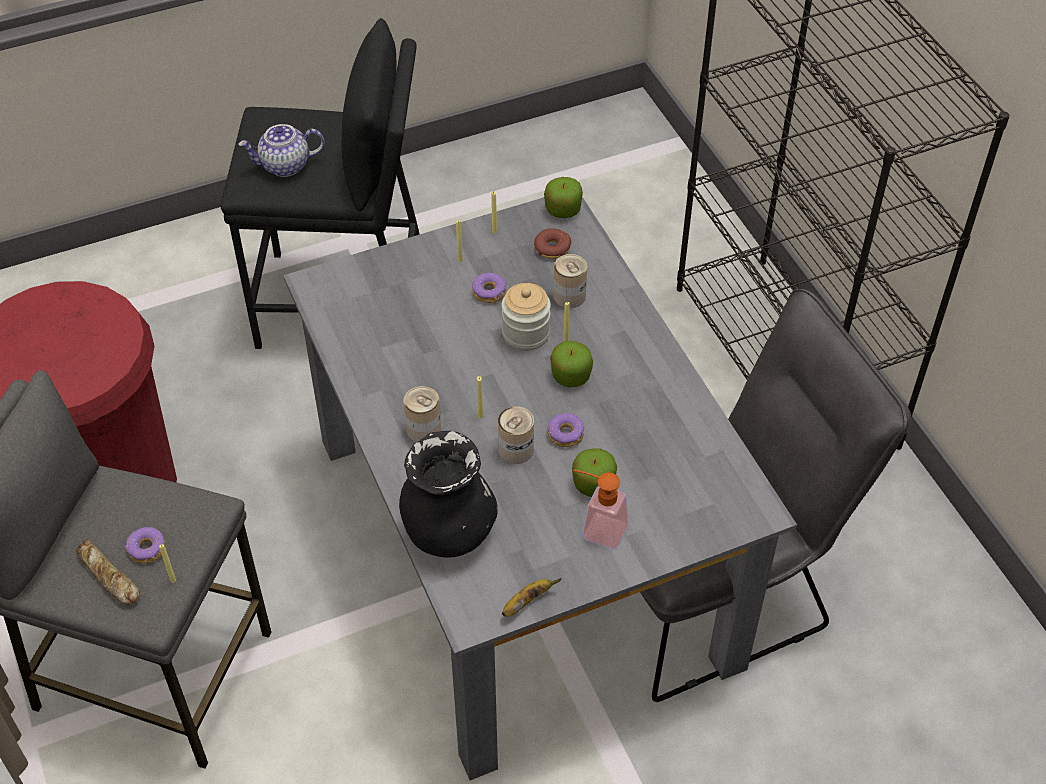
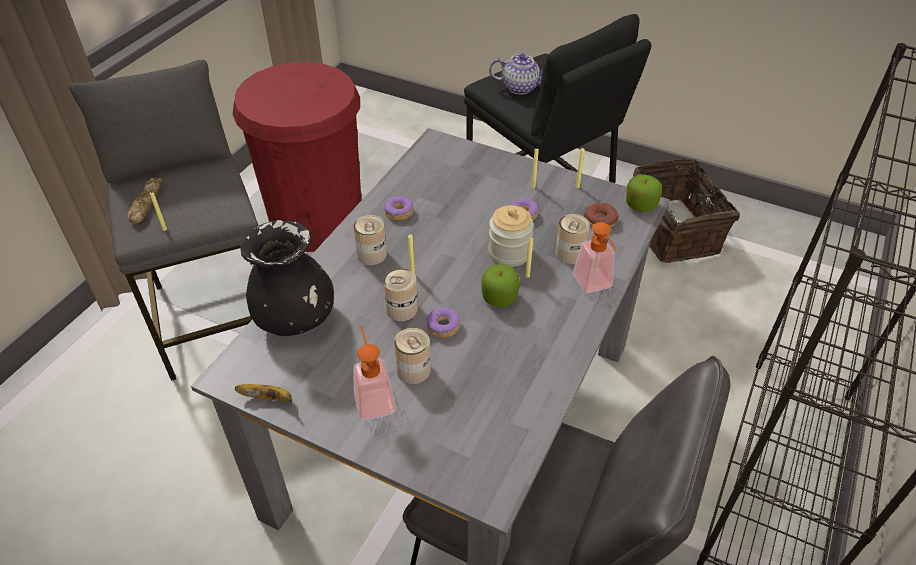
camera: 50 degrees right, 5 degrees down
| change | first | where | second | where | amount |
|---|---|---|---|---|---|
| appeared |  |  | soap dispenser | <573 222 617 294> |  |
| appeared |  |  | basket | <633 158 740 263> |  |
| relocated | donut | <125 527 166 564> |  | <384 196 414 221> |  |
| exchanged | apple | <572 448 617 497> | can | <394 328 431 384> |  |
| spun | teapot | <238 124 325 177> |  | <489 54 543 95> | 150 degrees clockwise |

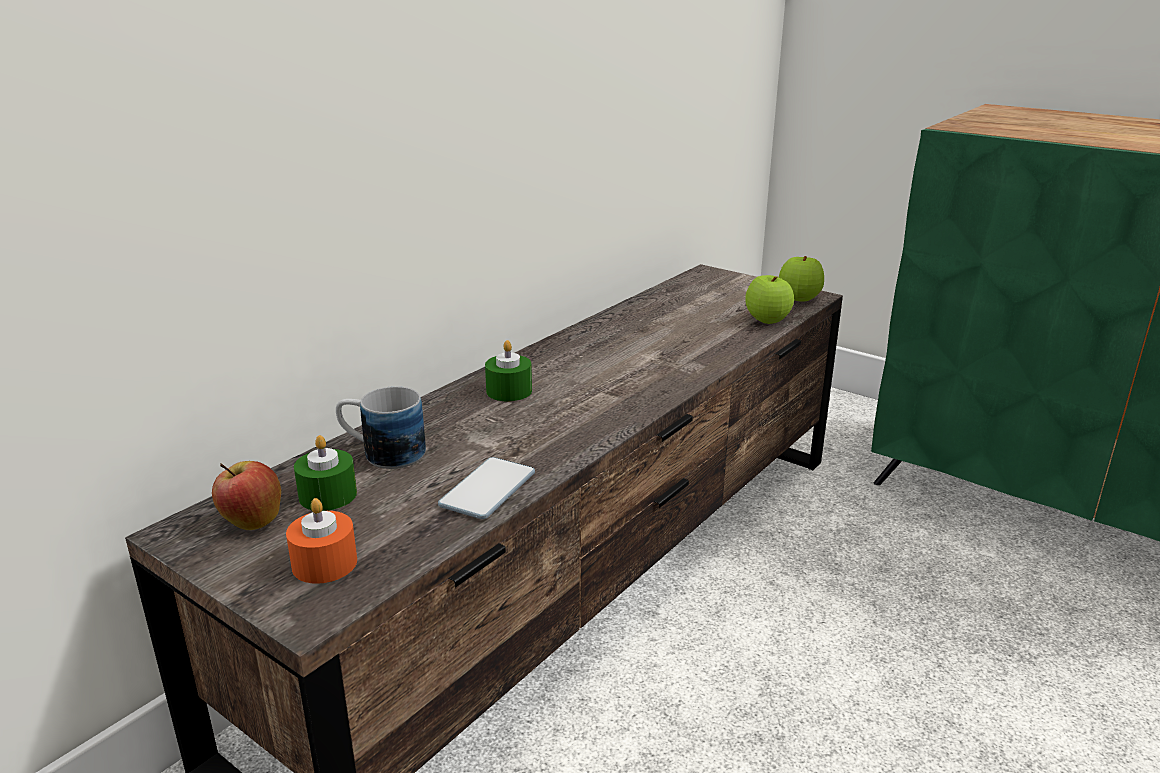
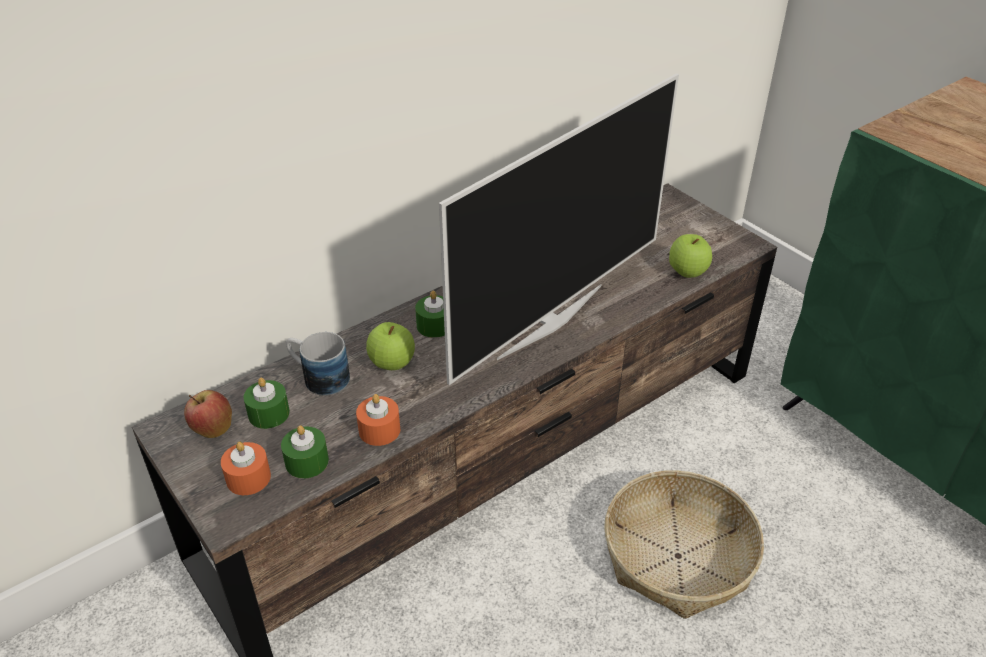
camera: 15 degrees right, 15 degrees up
| change | first | where | second | where | amount |
|---|---|---|---|---|---|
| appeared |  |  | green candle | <281 425 329 479> |  |
| appeared |  |  | television | <439 73 679 385> |  |
| appeared |  |  | basket | <604 470 764 619> |  |
| relocated | apple | <779 256 824 302> |  | <366 322 415 370> |  |
| exchanged | phone | <438 457 535 519> | orange candle | <356 394 400 446> |  |

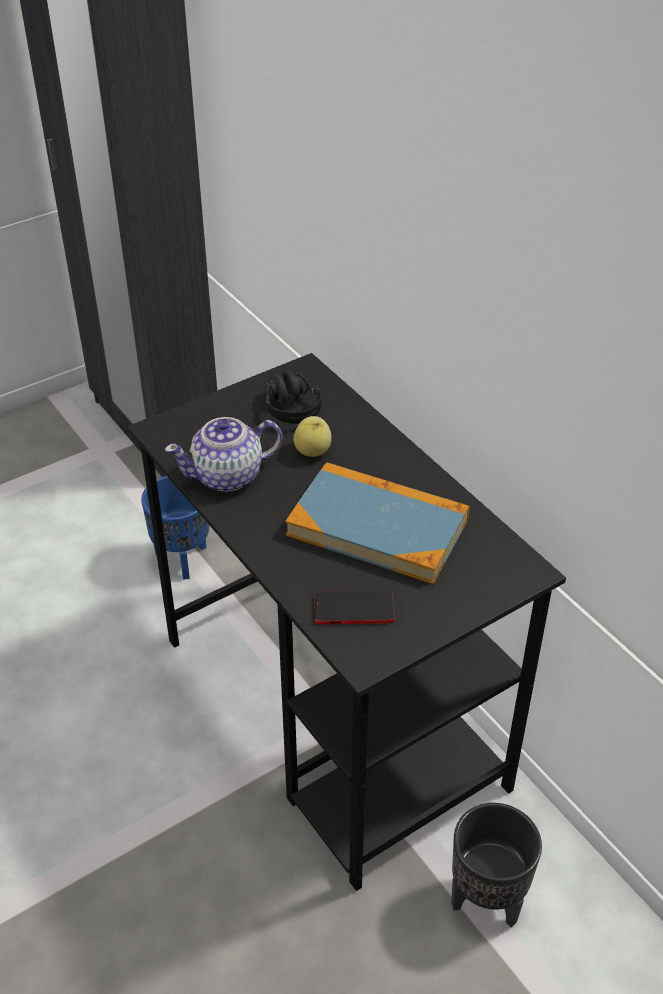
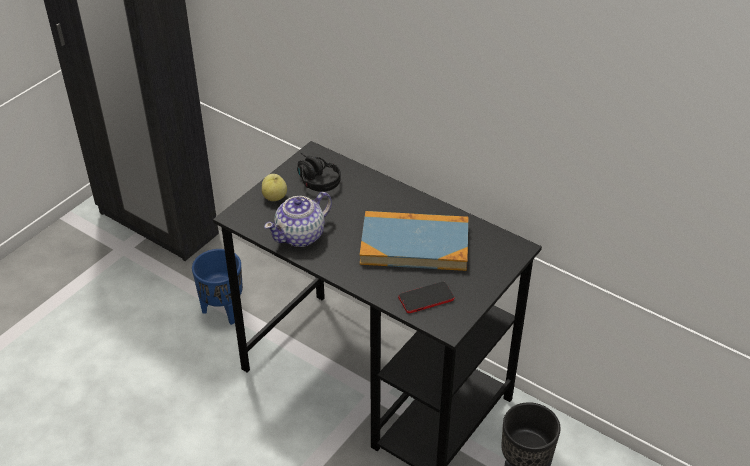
camera: 20 degrees left, 0 degrees up
| change | first | where | second | where | amount |
|---|---|---|---|---|---|
| relocated | apple | <293 416 332 457> |  | <262 174 287 201> |  |

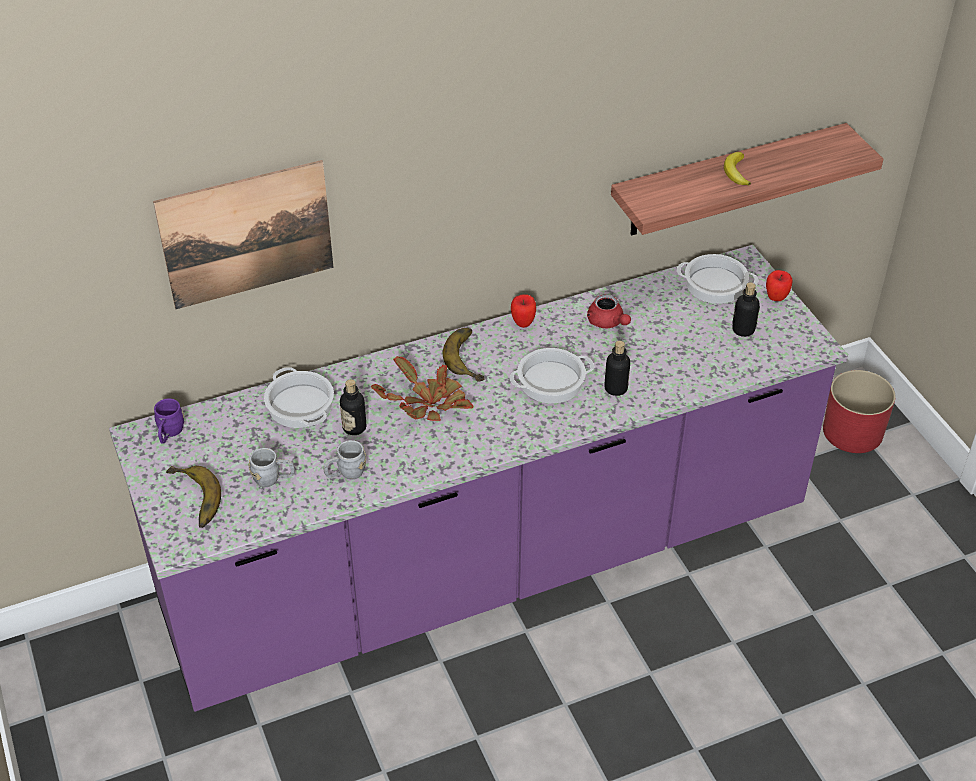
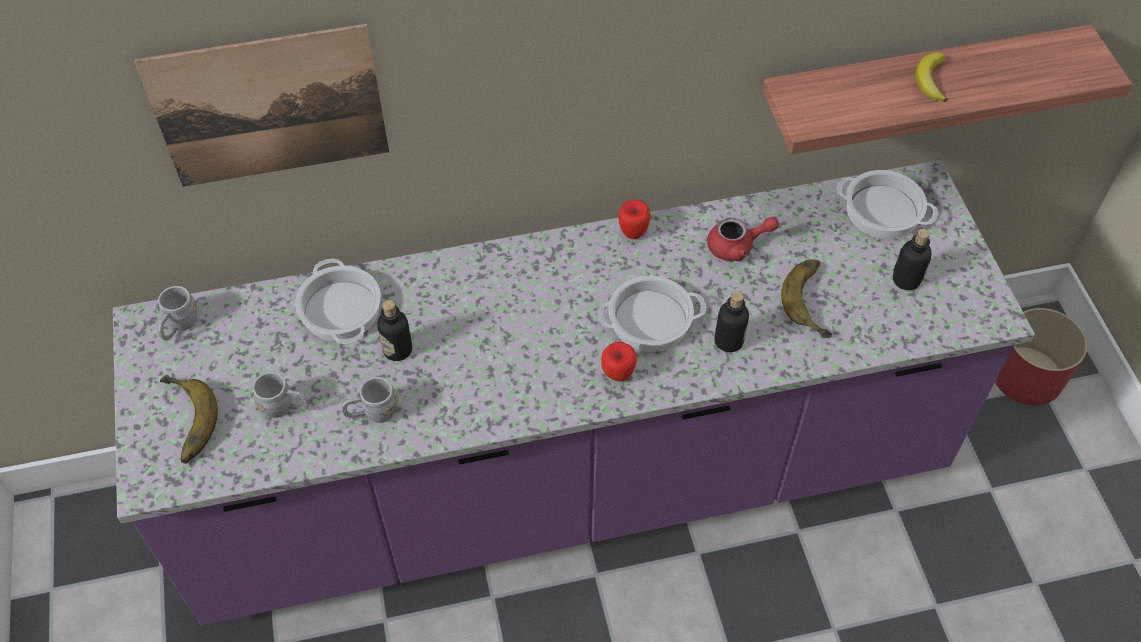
camera: 10 degrees right, 10 degrees up
| change | first | where | second | where | amount |
|---|---|---|---|---|---|
| missing | potted plant | <371 356 473 421> |  |  |  |
| relocated | banana | <443 328 484 382> |  | <781 259 832 338> |  |
| relocated | apple | <766 270 793 301> |  | <601 342 637 381> |  |
| colour | purple mug | <154 399 184 444> | grey mug | <158 286 197 341> |  |
| spun | red teapot | <587 294 631 328> |  | <707 217 779 261> | 75 degrees counterclockwise |

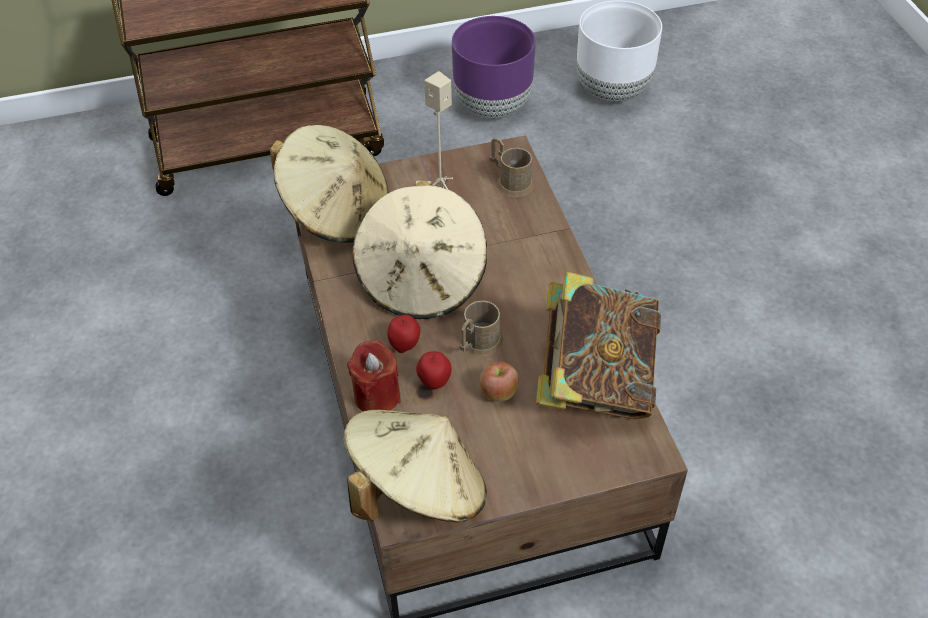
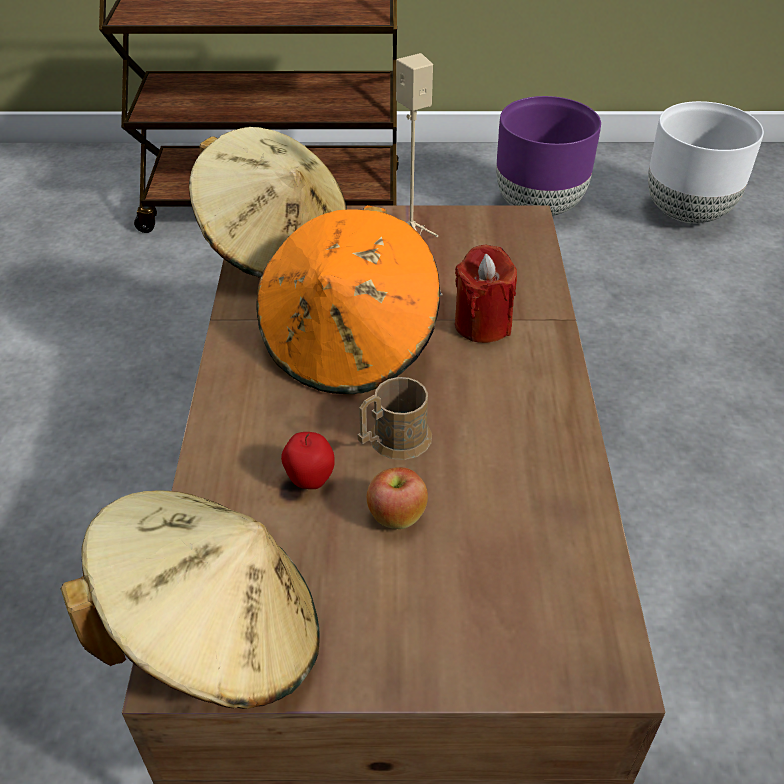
camera: 15 degrees right, 5 degrees down
| change | first | where | second | where | amount |
|---|---|---|---|---|---|
| missing | apple | <387 315 420 353> |  |  |  |
| missing | brown mug | <490 138 534 197> |  |  |  |
| missing | book | <536 272 661 419> |  |  |  |
| relocated | red candle | <347 340 401 411> |  | <455 244 517 343> |  |
| colour | beige hat | <352 180 487 319> | orange hat | <256 205 440 394> |  |

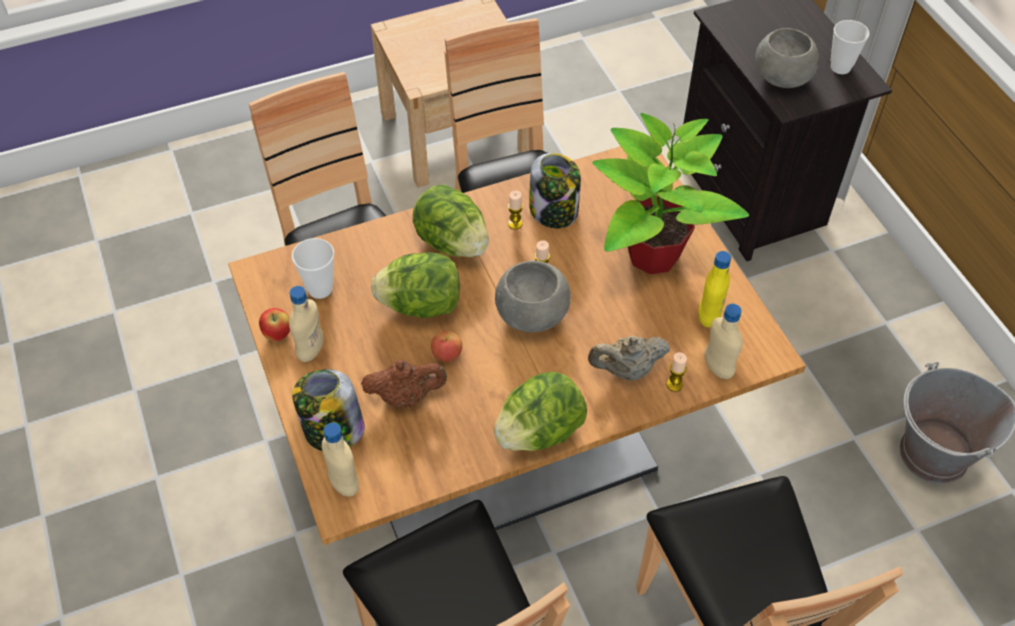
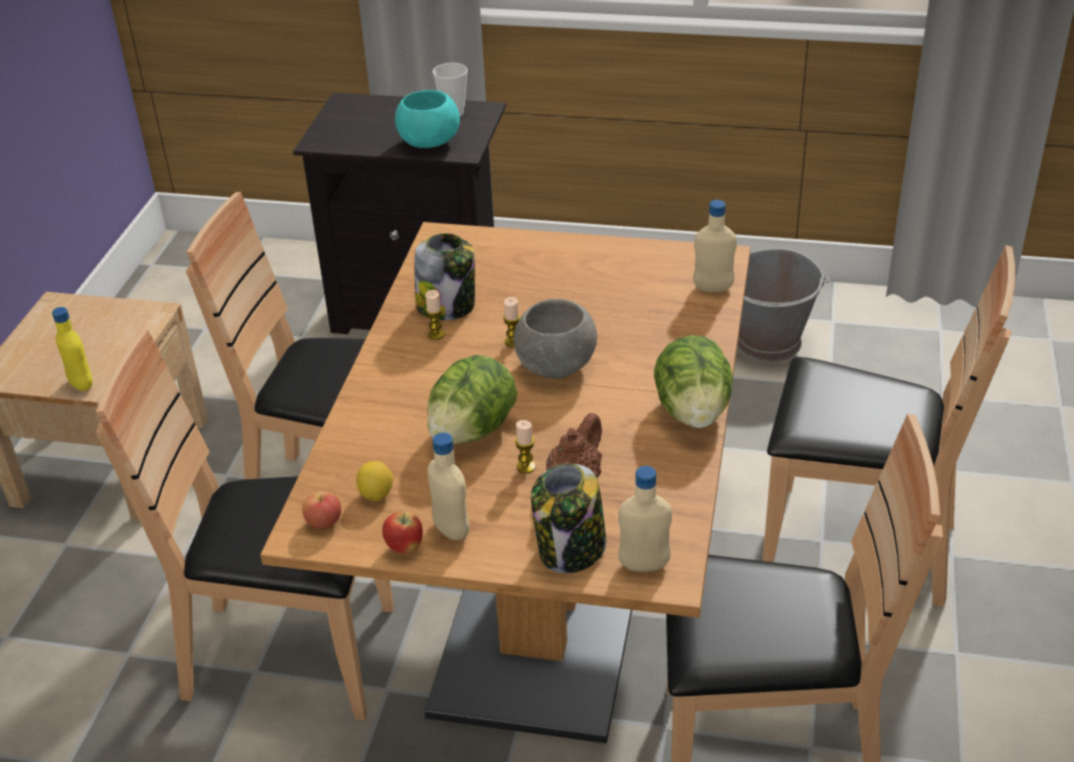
camera: 55 degrees left, 15 degrees down
| change | first | where | second | where | amount |
|---|---|---|---|---|---|
| missing | lettuce | <413 184 489 257> |  |  |  |
| missing | beige teapot | <588 335 670 381> |  |  |  |
| missing | potted plant | <592 113 749 274> |  |  |  |
| relocated | apple | <431 331 462 362> |  | <302 491 341 529> |  |
| relocated | candle | <667 352 687 392> |  | <515 420 536 474> |  |
| relocated | yellow bottle | <698 251 731 327> |  | <52 307 93 391> |  |
| exchanged | cup | <292 238 334 299> | lemon | <356 461 393 501> |  |
| colour | grey bowl | <755 28 819 88> | turquoise bowl | <395 90 460 148> |  |

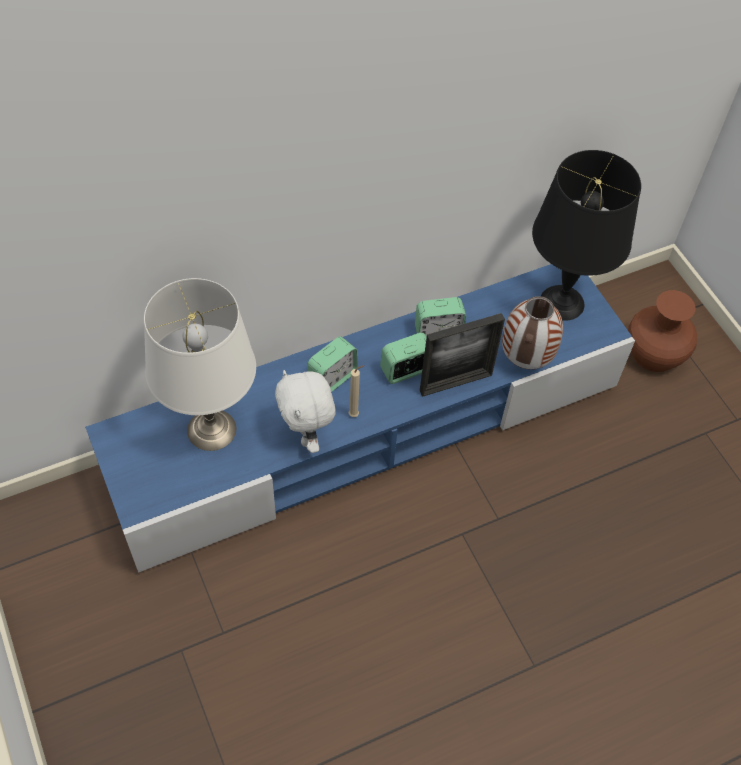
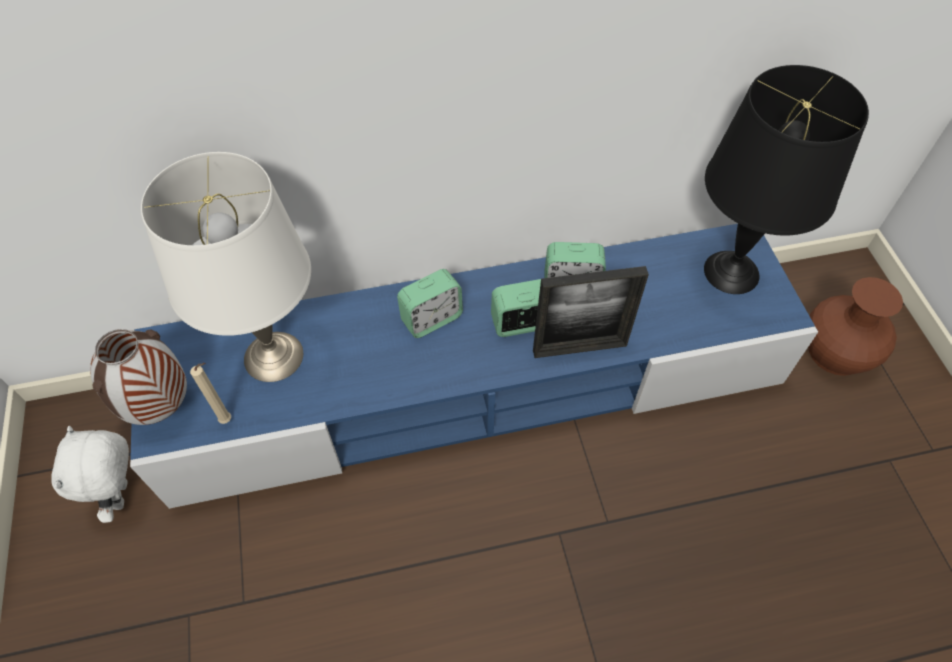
camera: 15 degrees right, 0 degrees up
| change | first | where | second | where | amount |
|---|---|---|---|---|---|
| relocated | white plush toy | <275 370 336 453> |  | <51 426 129 523> |  |
| relocated | beige candle | <349 365 365 417> |  | <190 363 231 424> |  |
| relocated | vase | <502 296 563 369> |  | <90 329 187 425> |  |

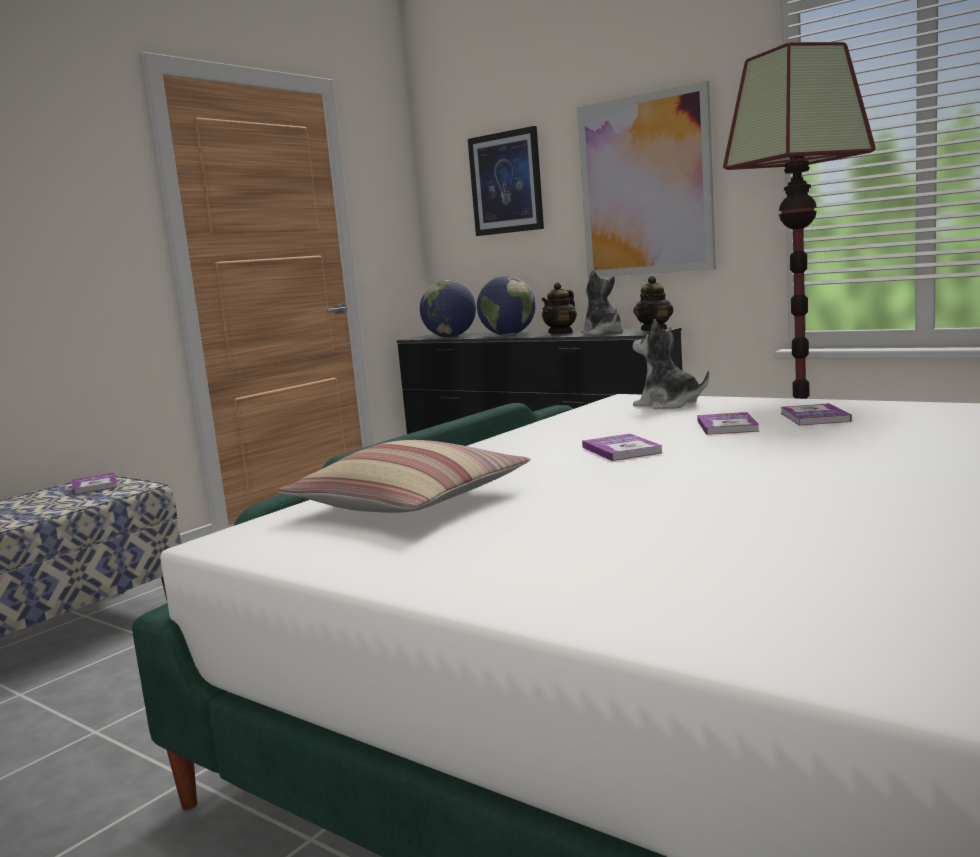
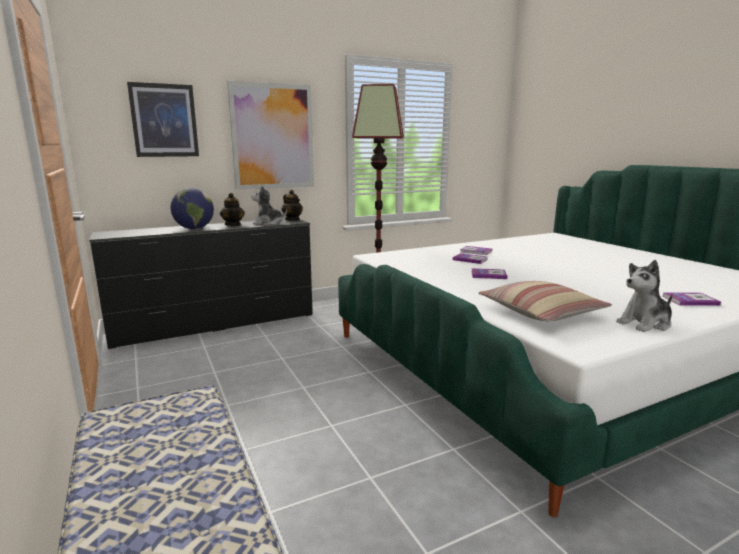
camera: 65 degrees left, 5 degrees up
| change | first | where | second | where | amount |
|---|---|---|---|---|---|
| missing | globe | <420 280 476 337> |  |  |  |
| relocated | book | <72 472 118 495> |  | <662 292 721 306> |  |
| relocated | plush toy | <633 319 709 409> |  | <616 260 673 332> |  |

